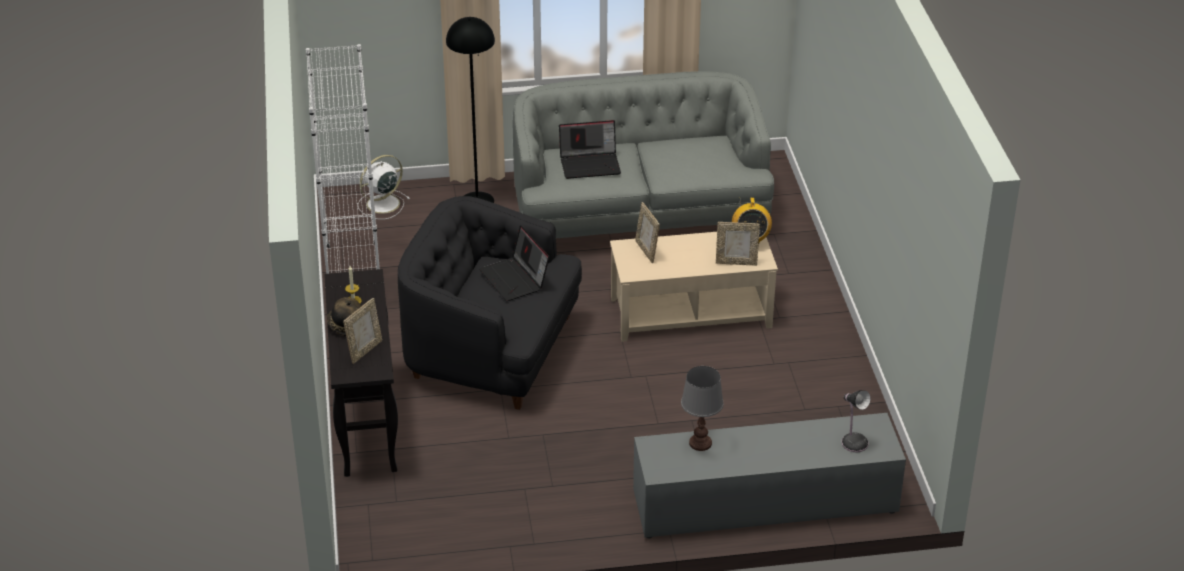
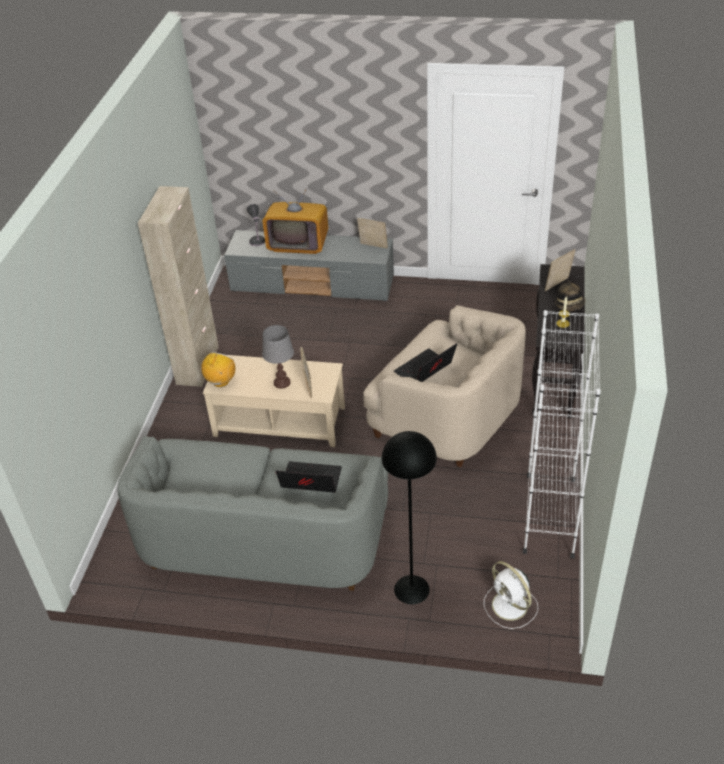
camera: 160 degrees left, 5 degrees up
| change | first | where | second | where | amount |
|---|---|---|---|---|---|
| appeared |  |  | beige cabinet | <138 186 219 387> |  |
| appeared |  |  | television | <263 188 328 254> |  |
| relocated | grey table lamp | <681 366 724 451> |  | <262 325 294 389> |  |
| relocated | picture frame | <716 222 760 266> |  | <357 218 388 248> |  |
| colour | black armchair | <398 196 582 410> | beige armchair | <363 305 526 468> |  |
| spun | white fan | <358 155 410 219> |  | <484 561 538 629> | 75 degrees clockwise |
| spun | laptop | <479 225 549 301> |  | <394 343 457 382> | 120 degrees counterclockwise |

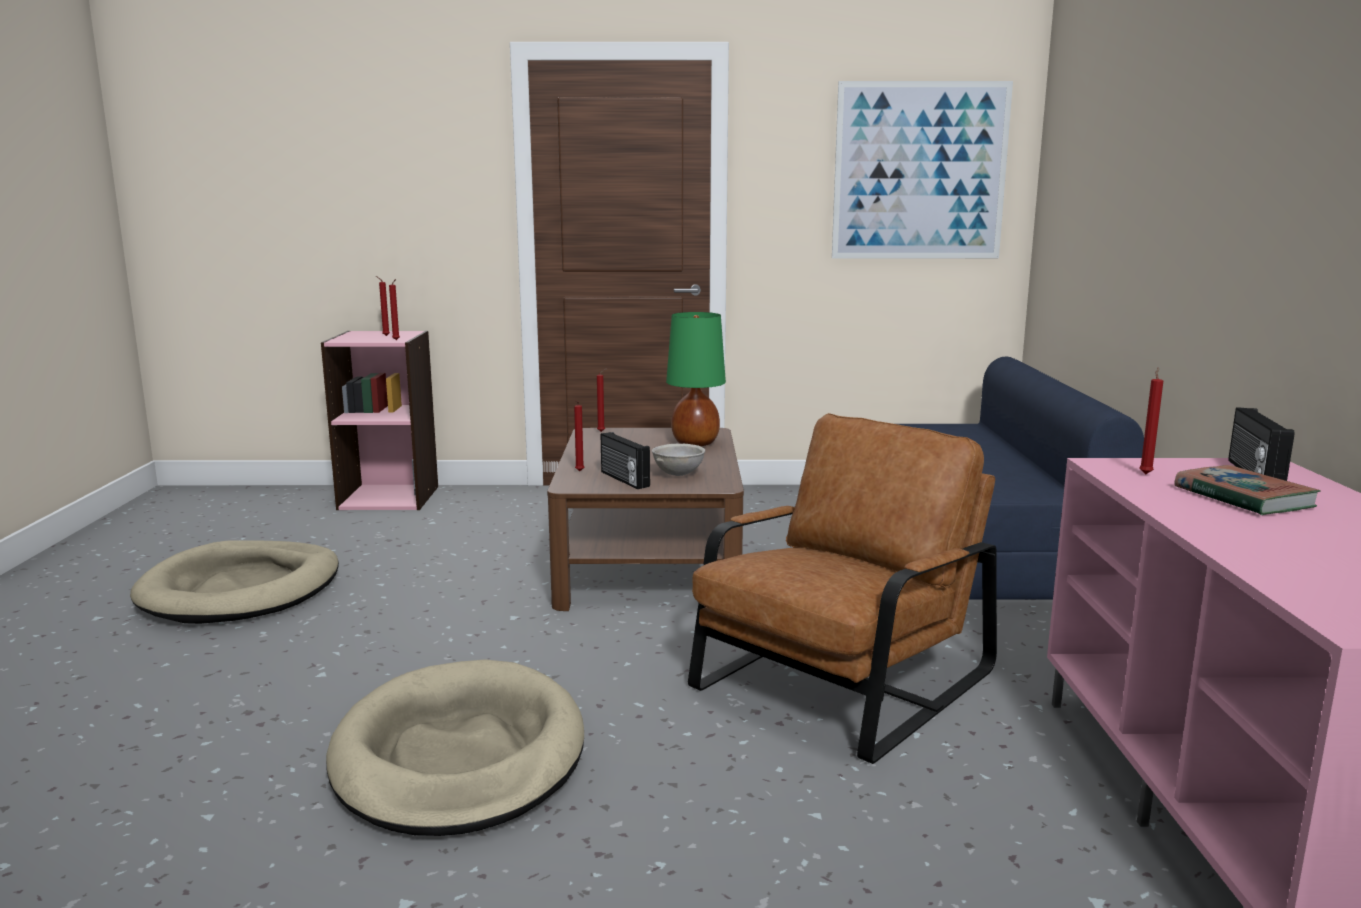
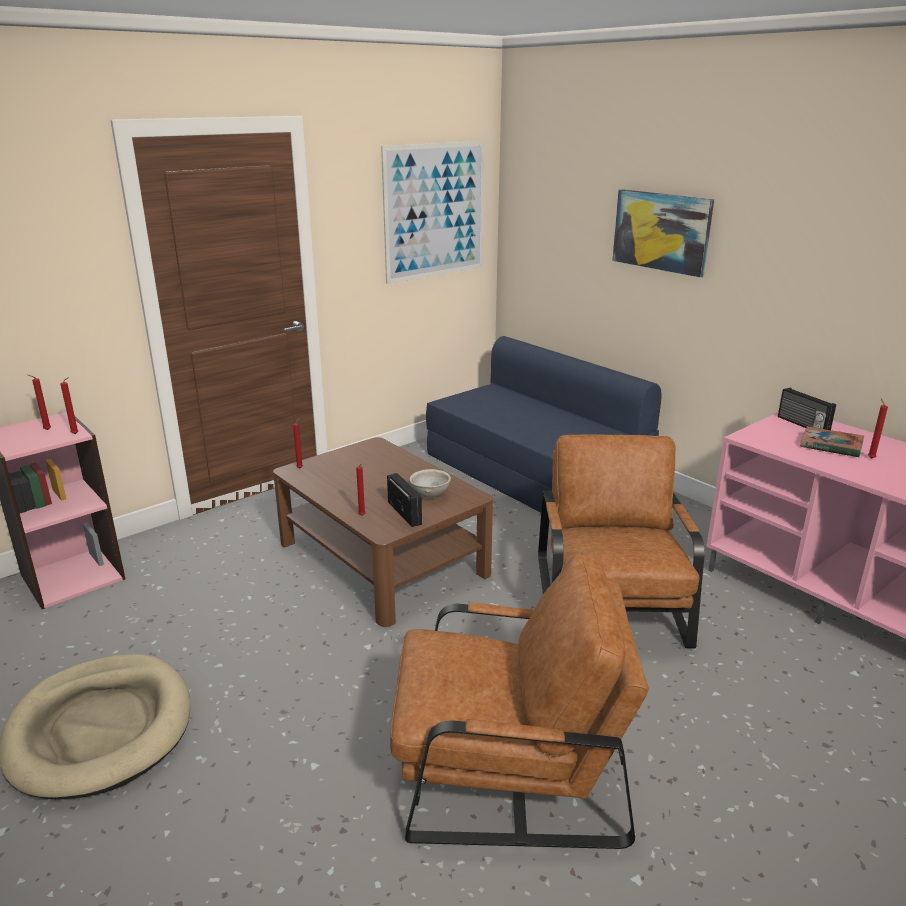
camera: 40 degrees left, 10 degrees up
| change | first | where | second | where | amount |
|---|---|---|---|---|---|
| missing | green table lamp | <666 312 726 446> |  |  |  |
| appeared |  |  | picture | <612 189 714 278> |  |
| relocated | red candle | <1139 367 1163 474> |  | <868 398 888 459> |  |
| exchanged | beige dog bed | <326 659 584 836> | brown armchair | <390 553 649 849> |  |
| spun | radio | <601 432 650 489> |  | <387 473 422 527> | 135 degrees counterclockwise |

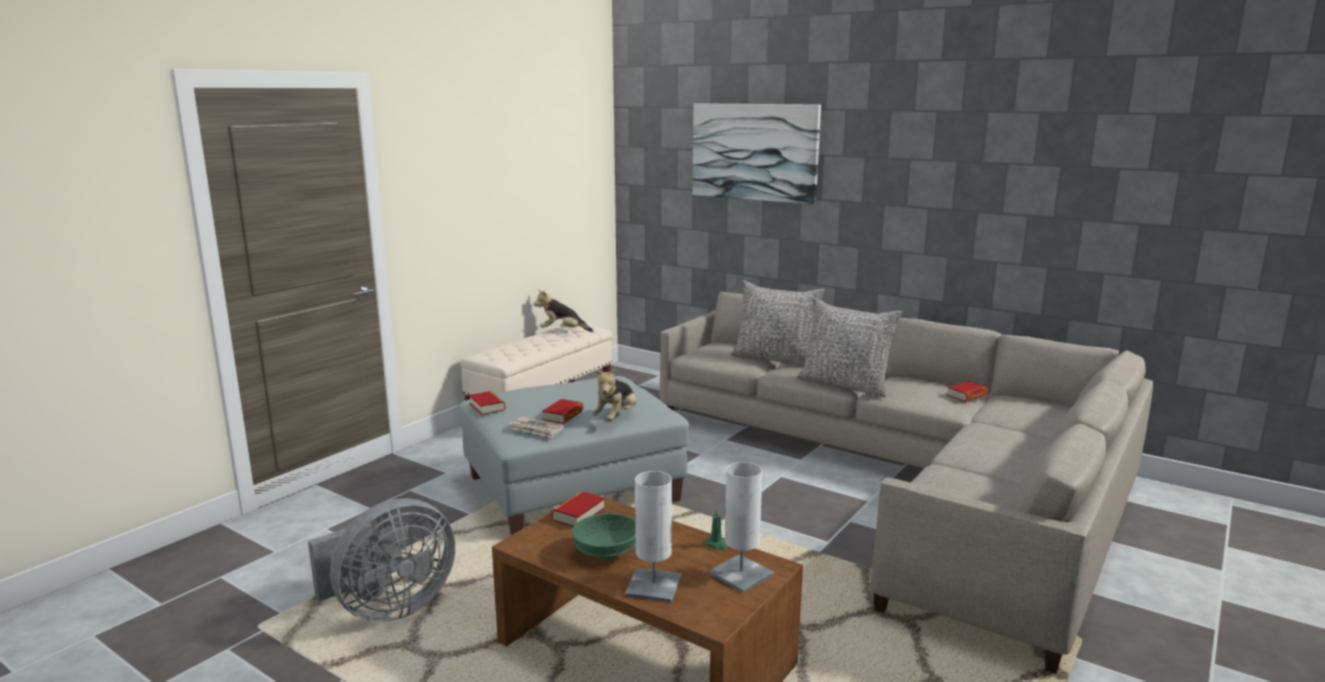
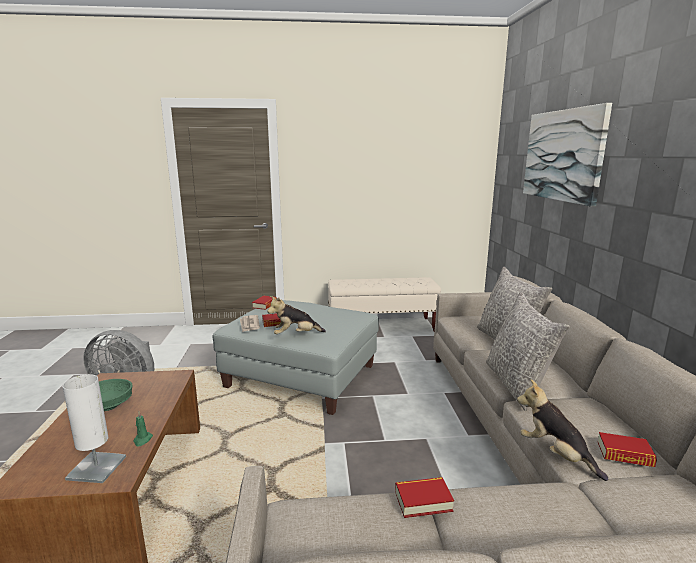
camera: 50 degrees right, 0 degrees up
| change | first | where | second | where | amount |
|---|---|---|---|---|---|
| missing | white table lamp | <625 471 681 603> |  |  |  |
| relocated | plush toy | <534 290 593 332> |  | <517 379 608 481> |  |
| relocated | book | <551 491 605 527> |  | <395 477 454 518> |  |

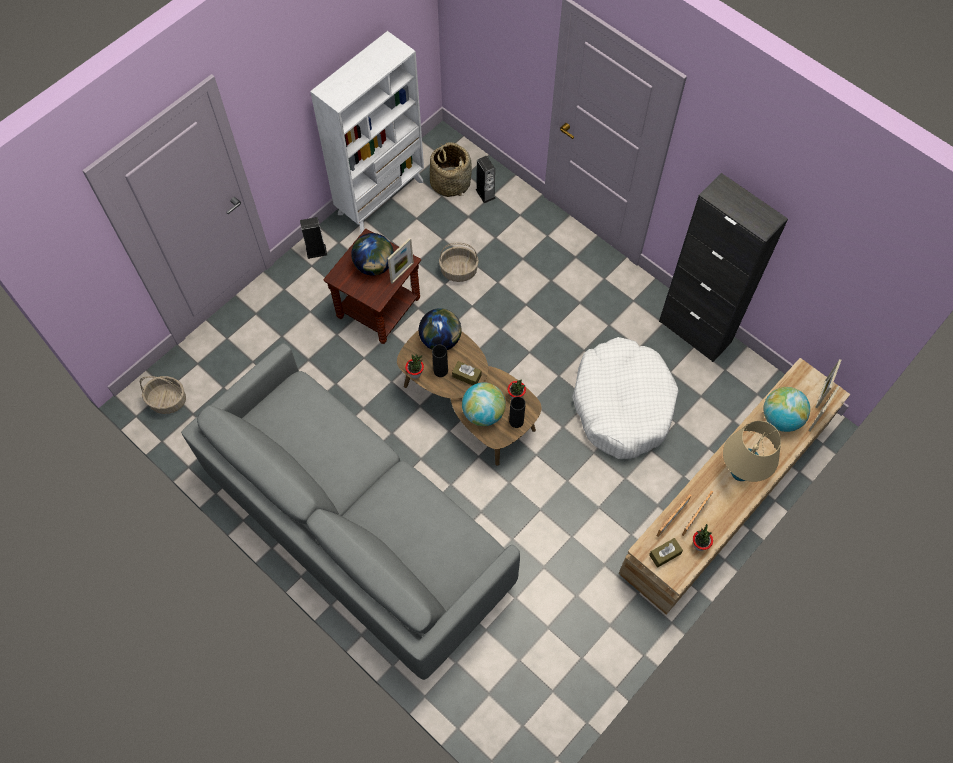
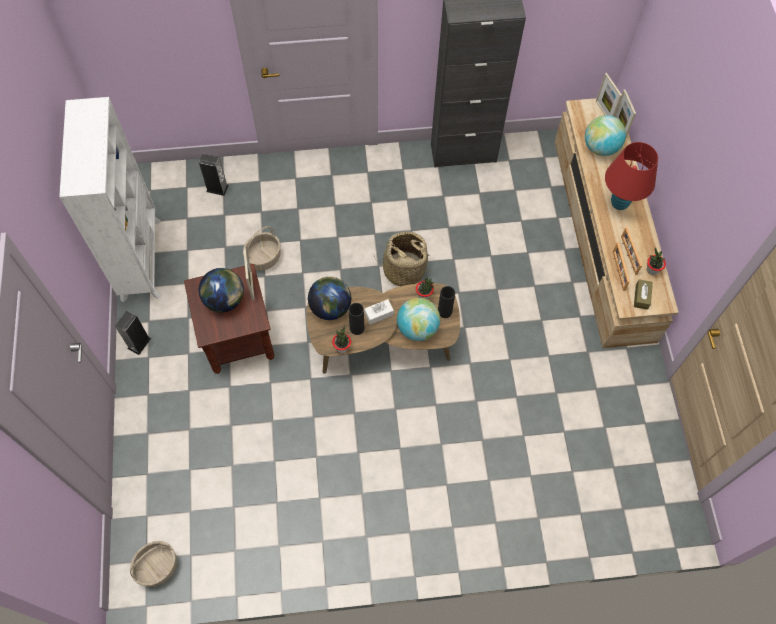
camera: 50 degrees left, 0 degrees up
| change | first | where | second | where | amount |
|---|---|---|---|---|---|
| missing | grey sofa | <181 343 520 680> |  |  |  |
| missing | white dog bed | <572 337 678 459> |  |  |  |
| relocated | basket | <430 142 472 197> |  | <374 231 431 286> |  |
| colour | brown tissue box | <452 361 481 386> | white tissue box | <364 299 394 325> |  |
| colour | beige table lamp | <723 421 781 482> | red table lamp | <605 142 658 210> |  |

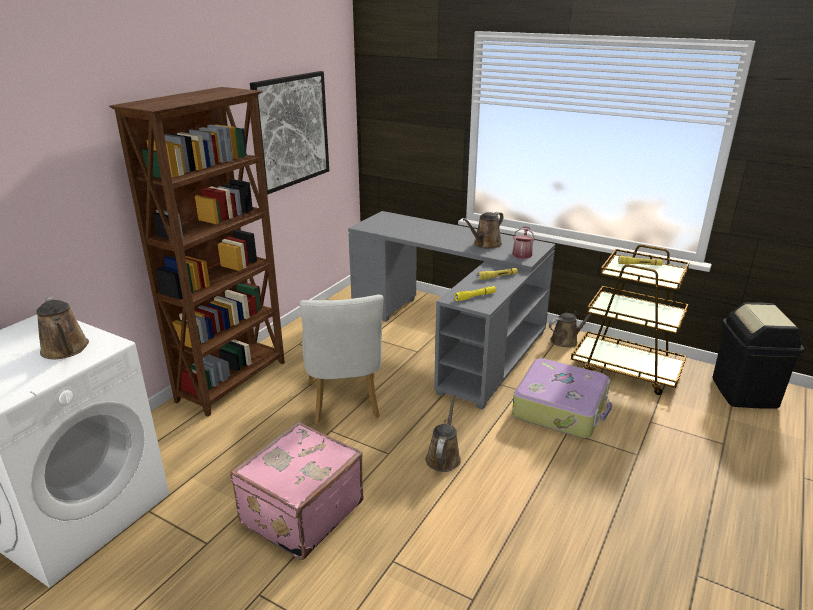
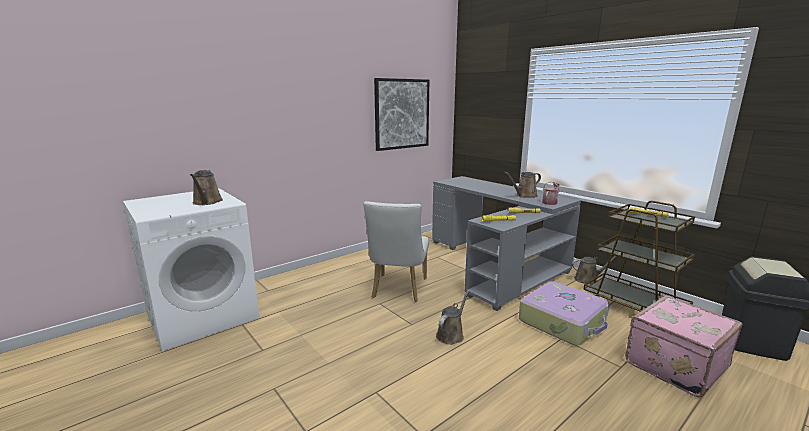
camera: 20 degrees right, 10 degrees down
| change | first | where | second | where | amount |
|---|---|---|---|---|---|
| missing | brown bookcase | <109 87 285 417> |  |  |  |
| relocated | pink suitcase | <230 421 364 560> |  | <625 295 742 397> |  |

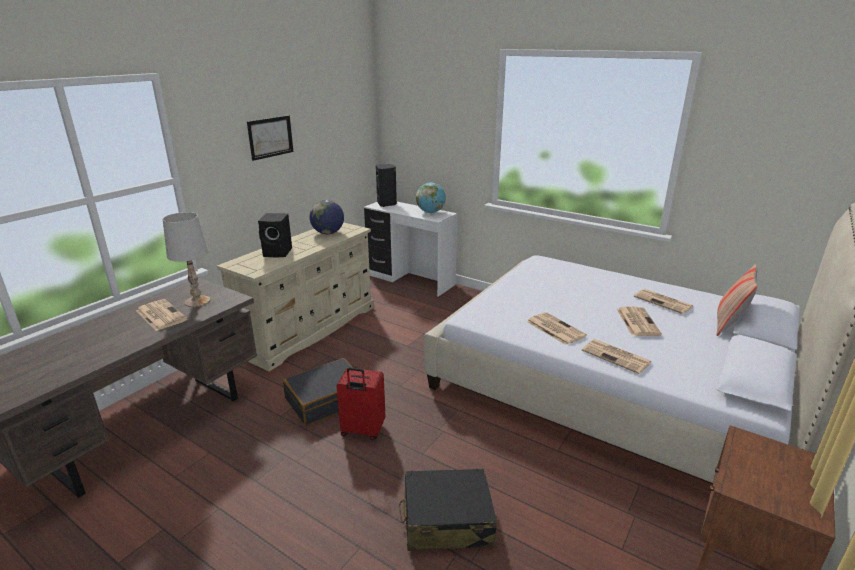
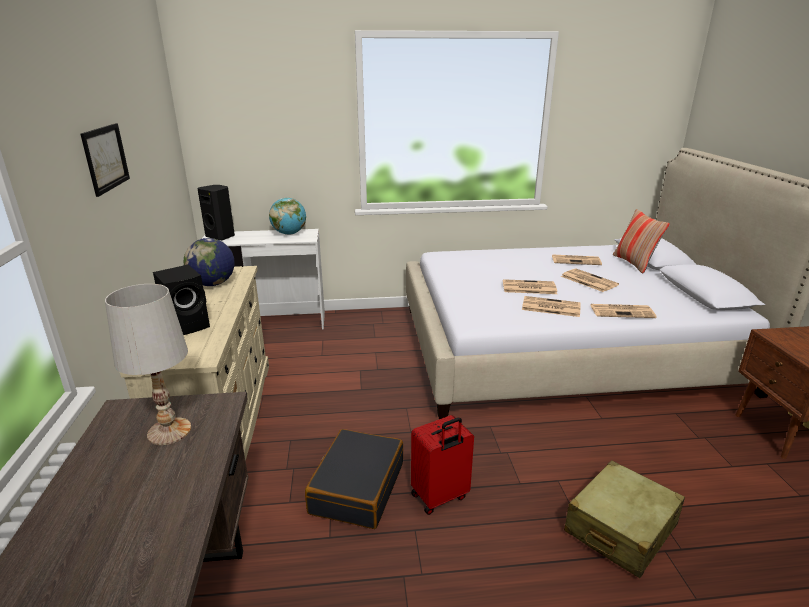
camera: 40 degrees left, 0 degrees up
| change | first | where | second | where | amount |
|---|---|---|---|---|---|
| relocated | newspaper | <136 299 187 331> |  | <503 279 557 294> |  |
| colour | black suitcase | <399 468 497 551> | beige suitcase | <564 460 685 578> |  |

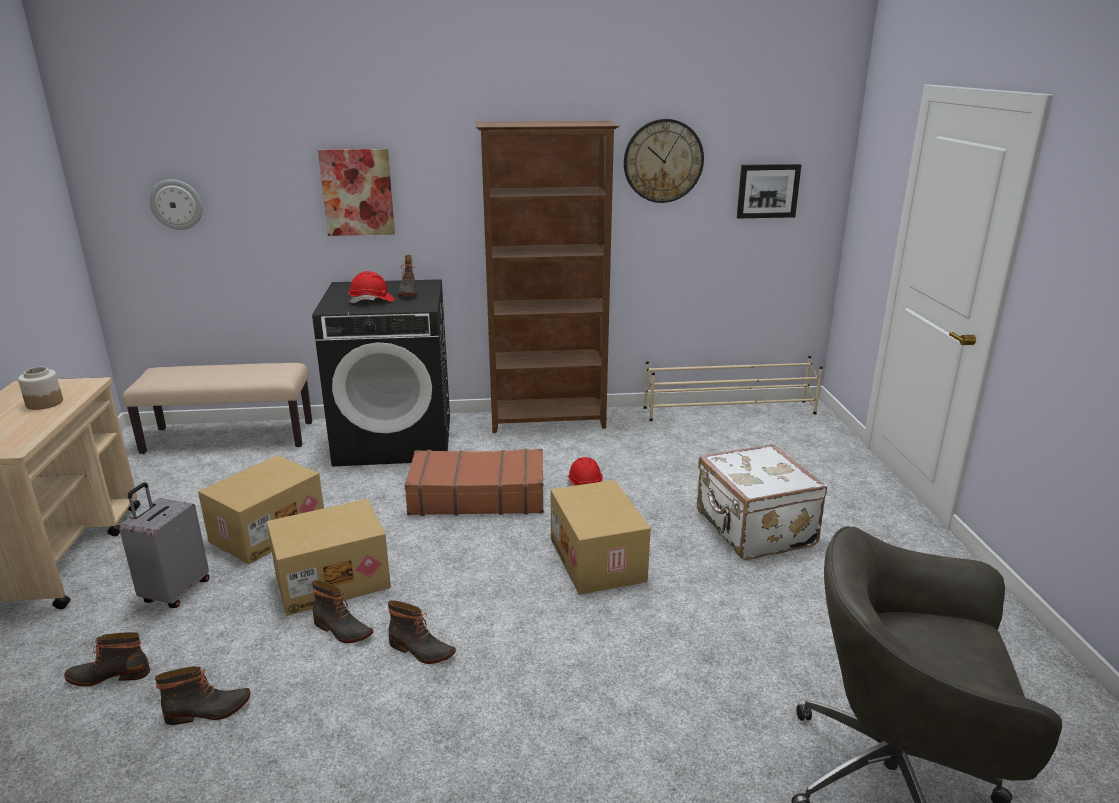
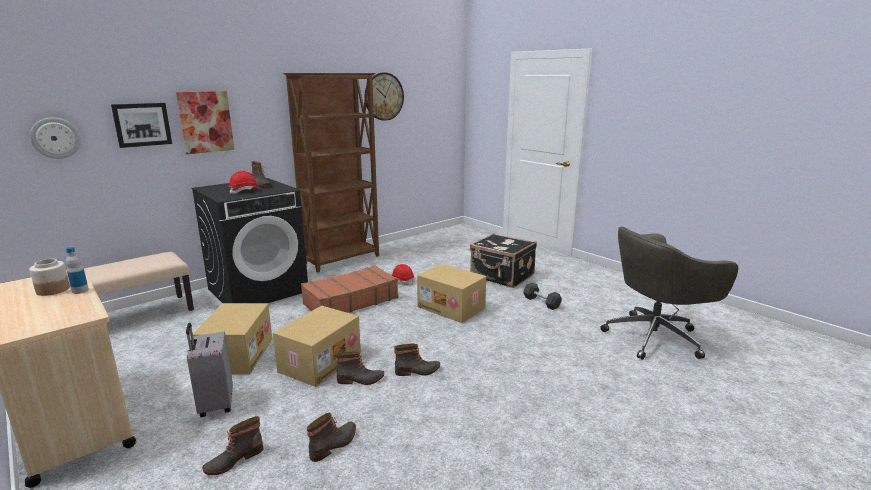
camera: 35 degrees left, 5 degrees down
| change | first | where | second | where | amount |
|---|---|---|---|---|---|
| missing | beige shoe rack | <644 356 823 421> |  |  |  |
| appeared |  |  | bottle | <66 247 89 294> |  |
| appeared |  |  | grey dumbbell | <523 282 562 310> |  |
| relocated | picture | <737 164 801 219> |  | <111 103 172 148> |  |
| colour | white suitcase | <697 444 827 560> | black suitcase | <470 233 537 288> |  |

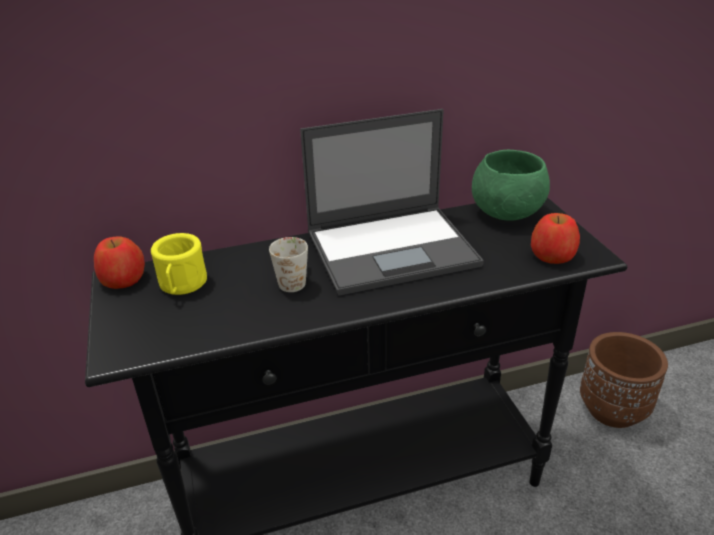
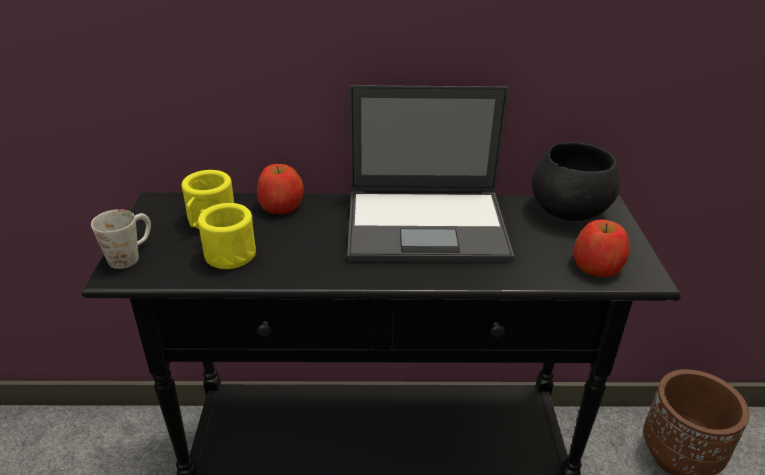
camera: 15 degrees right, 0 degrees up
| change | first | where | second | where | amount |
|---|---|---|---|---|---|
| appeared |  |  | yellow mug | <198 203 256 269> |  |
| relocated | apple | <94 236 145 289> |  | <257 164 304 214> |  |
| relocated | white mug | <269 237 308 292> |  | <91 209 151 269> |  |
| colour | green bowl | <472 150 550 221> | black bowl | <532 142 620 221> |  |

